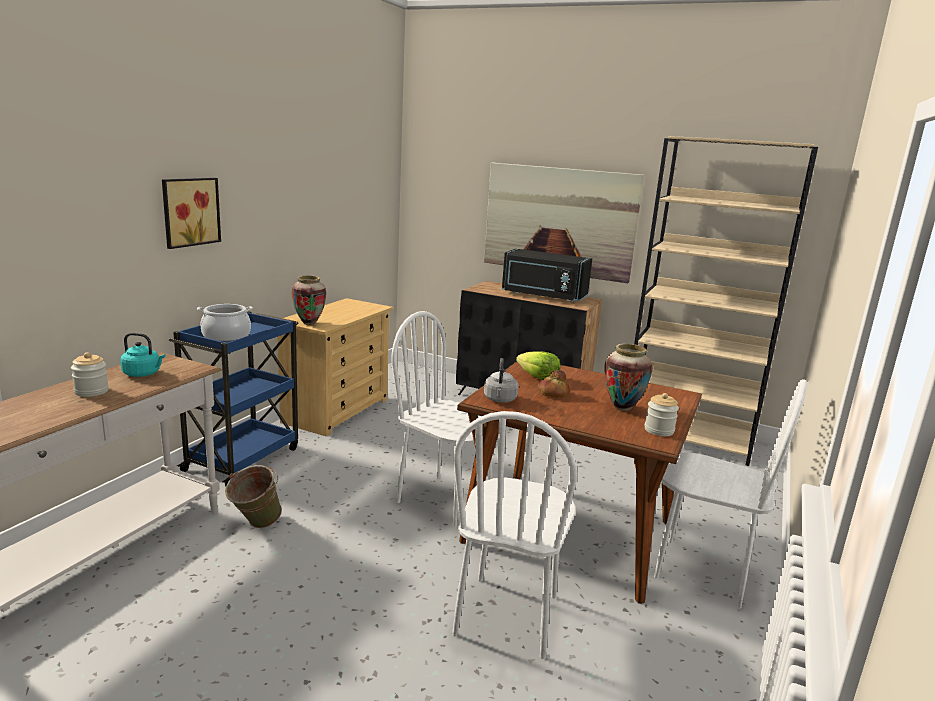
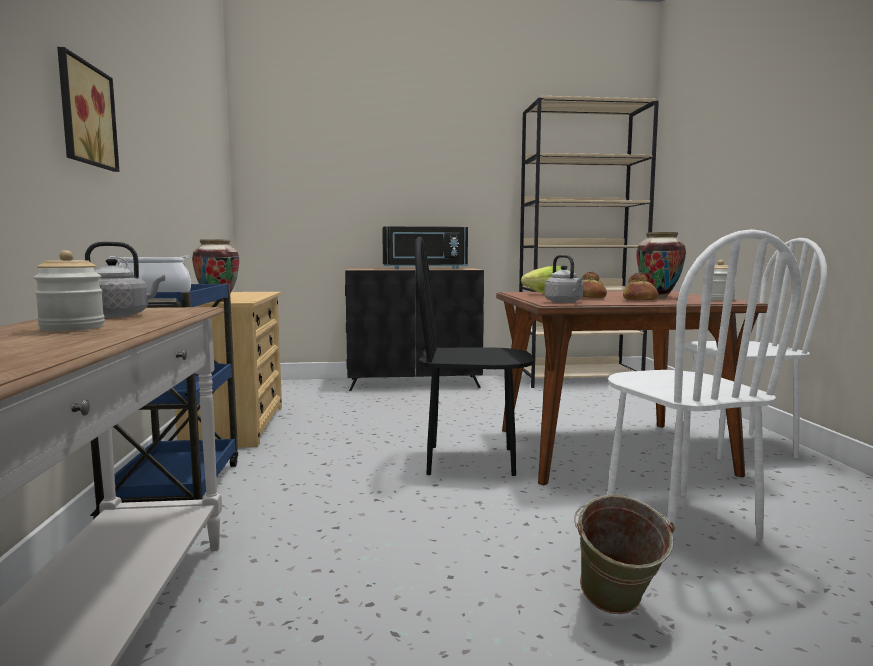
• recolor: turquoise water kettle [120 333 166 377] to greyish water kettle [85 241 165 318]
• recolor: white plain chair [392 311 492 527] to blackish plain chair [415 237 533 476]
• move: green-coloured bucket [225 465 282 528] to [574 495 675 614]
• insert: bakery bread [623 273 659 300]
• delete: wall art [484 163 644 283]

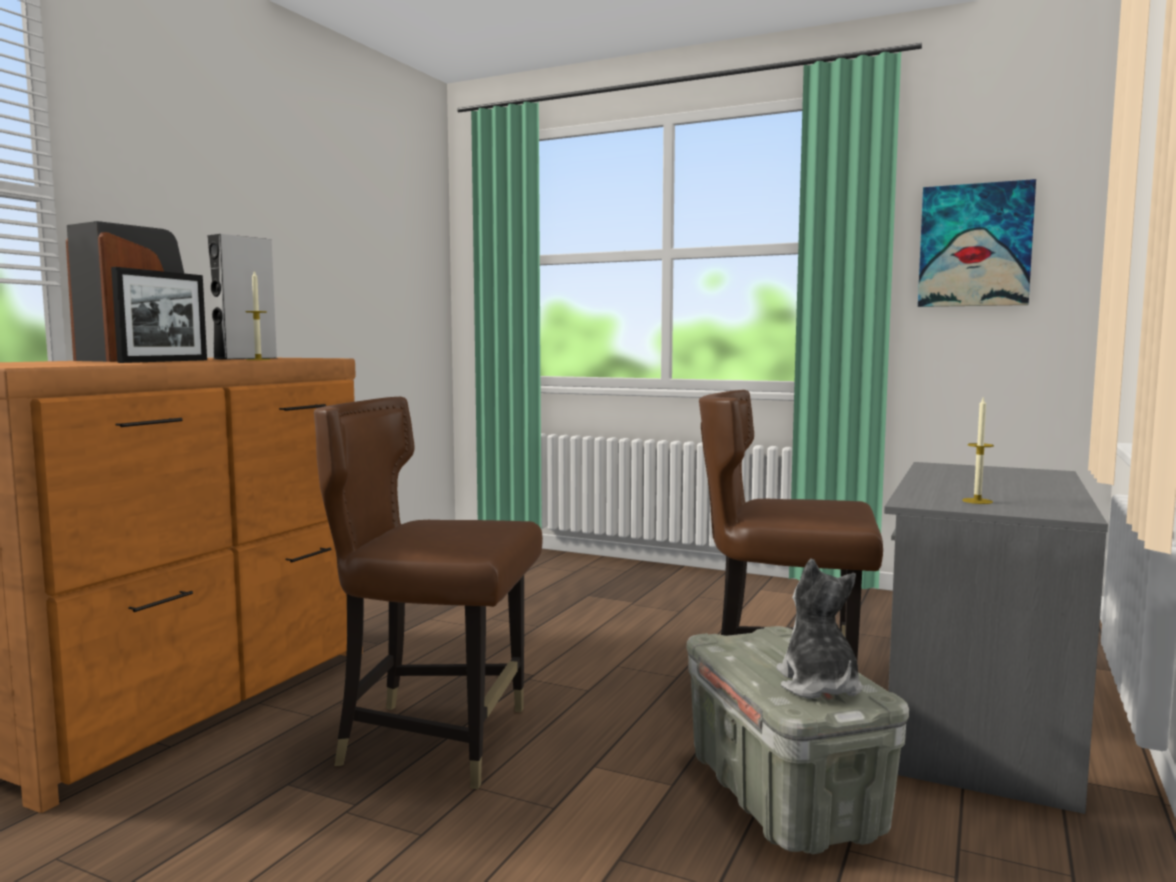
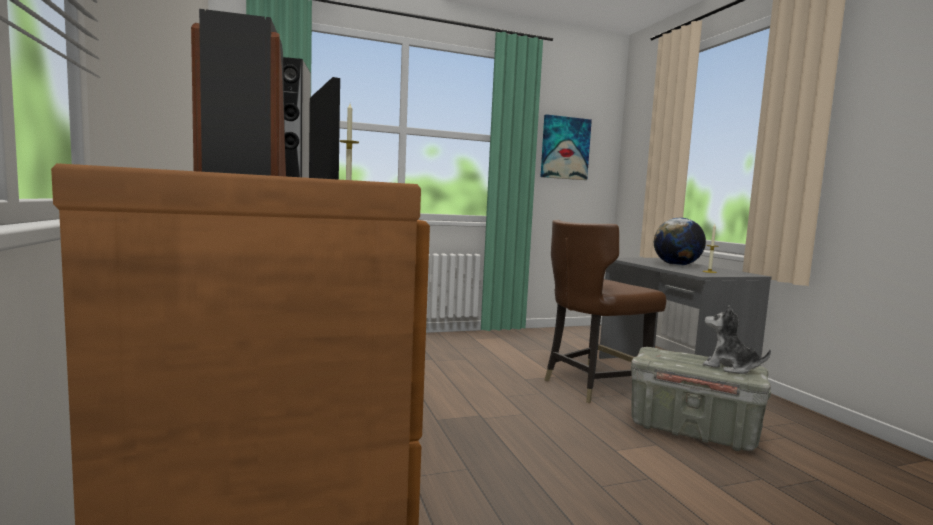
• insert: globe [654 218 706 266]
• delete: brownish plain chair [314 397 543 789]

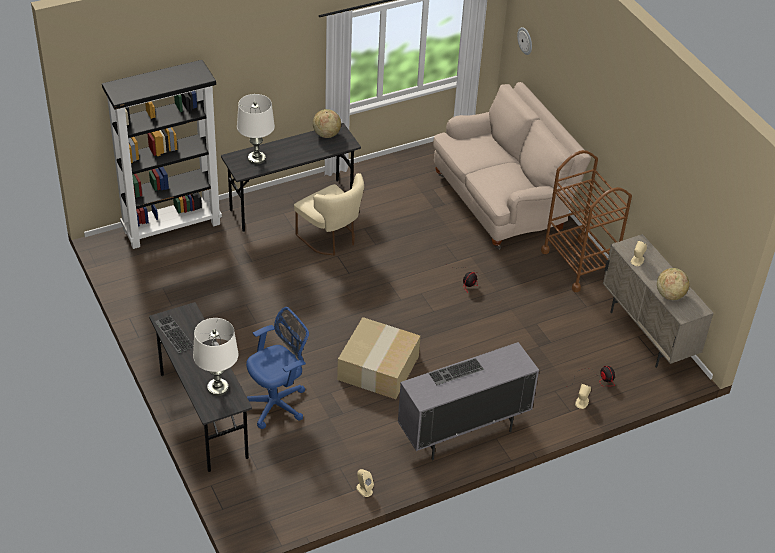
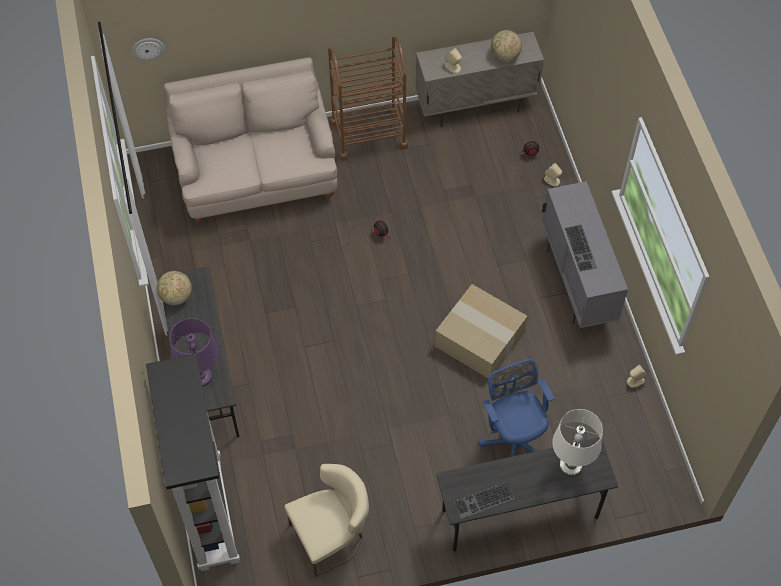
• recolor: white table lamp [237 94 275 165] to purplish table lamp [169 318 218 387]
• move: beige-coloured plain chair [294 173 364 255] to [285 464 369 577]

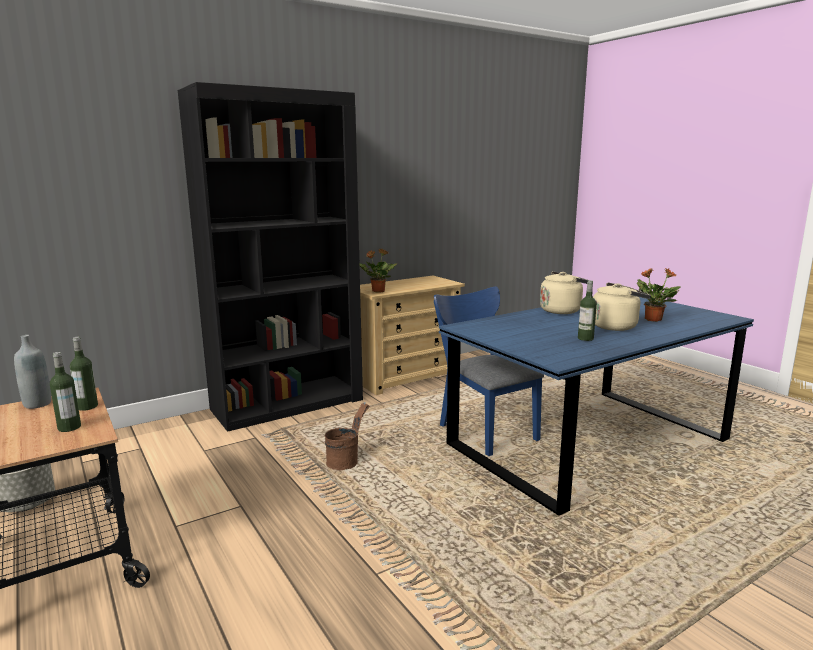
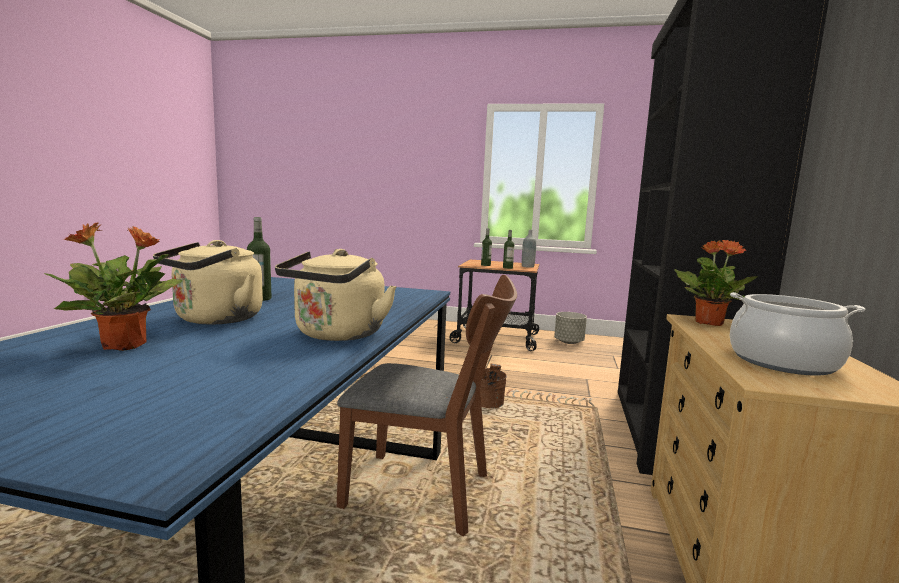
• recolor: blue plain chair [434 286 544 456] to brownish plain chair [337 275 517 536]
• insert: saucepot [730 292 865 376]

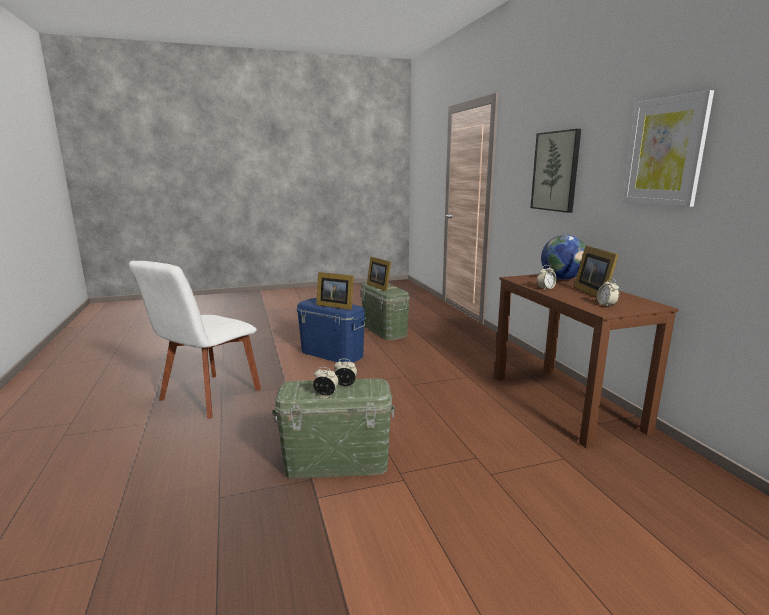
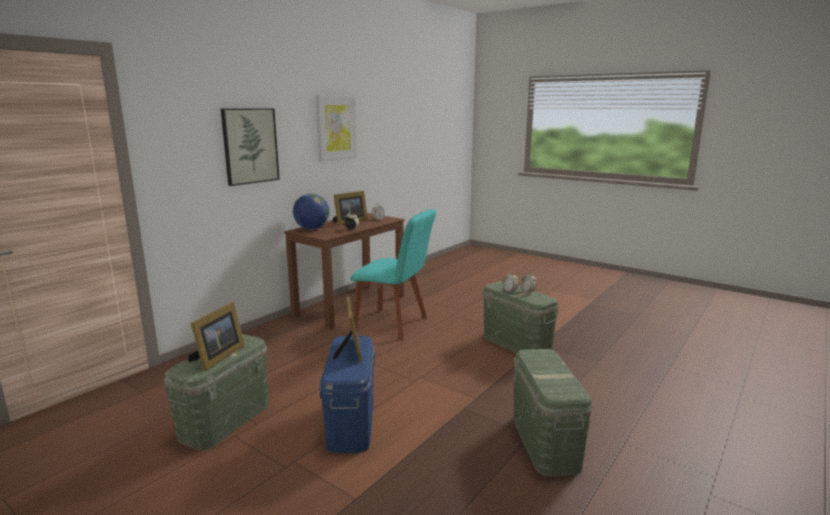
• insert: turquoise plain chair [350 209 436 341]
• replace: white plain chair [129 261 261 419] to green-coloured storage bin [514 349 593 477]

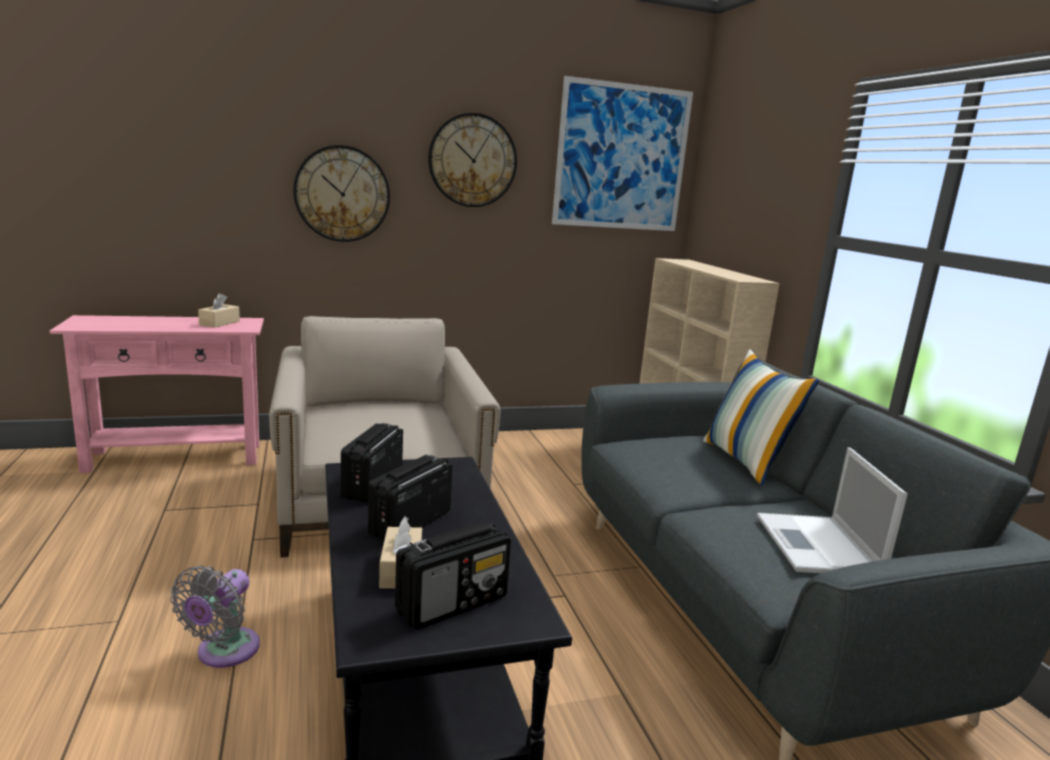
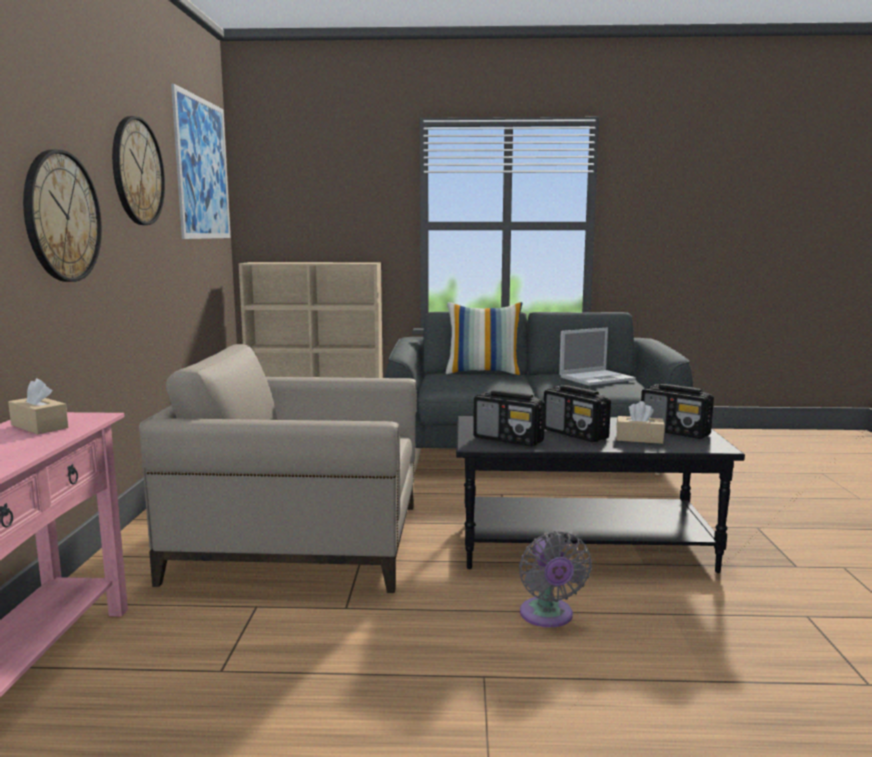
• rotate: greyish electric fan [170 566 260 668] = [519 531 592 628] 45 degrees clockwise
• rotate: laptop [757 447 908 573] = [559 327 636 386] 45 degrees counterclockwise
• rotate: radio receiver [395 522 511 630] = [641 384 714 439] 150 degrees clockwise

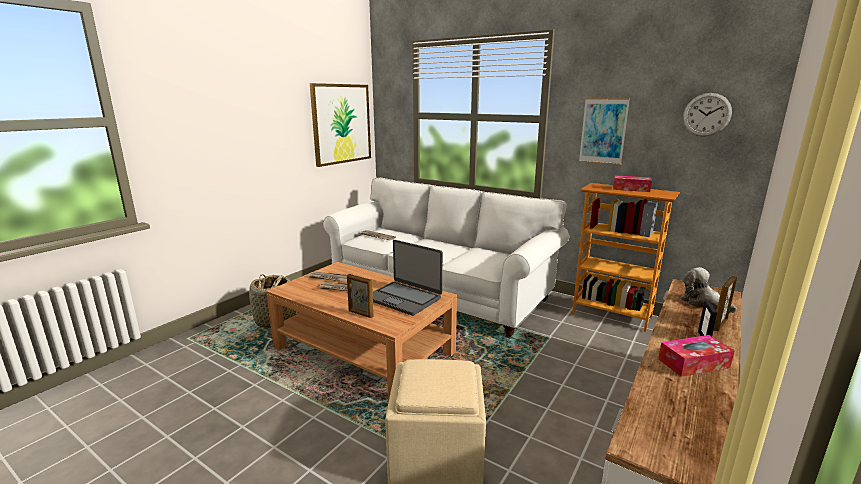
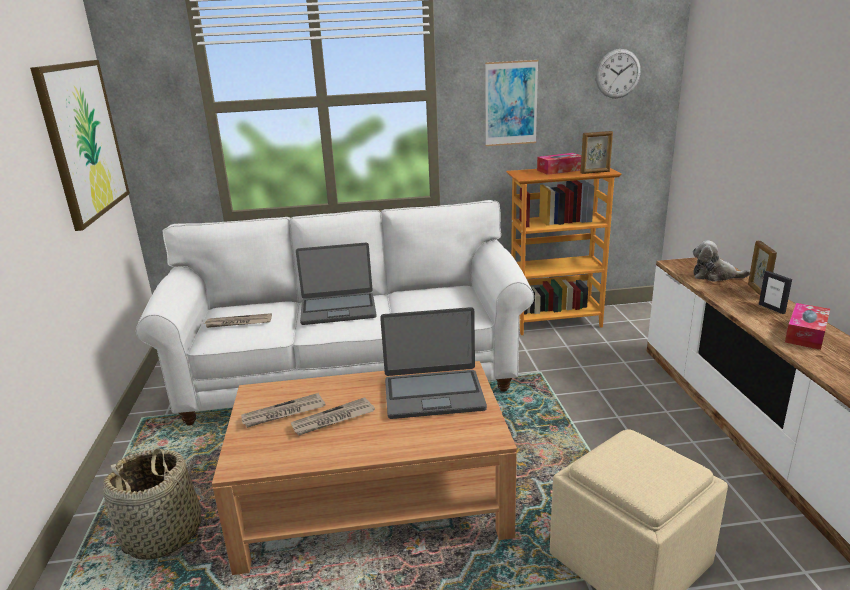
• insert: laptop [296 243 377 325]
• move: picture frame [347 274 374 318] to [580 131 613 174]

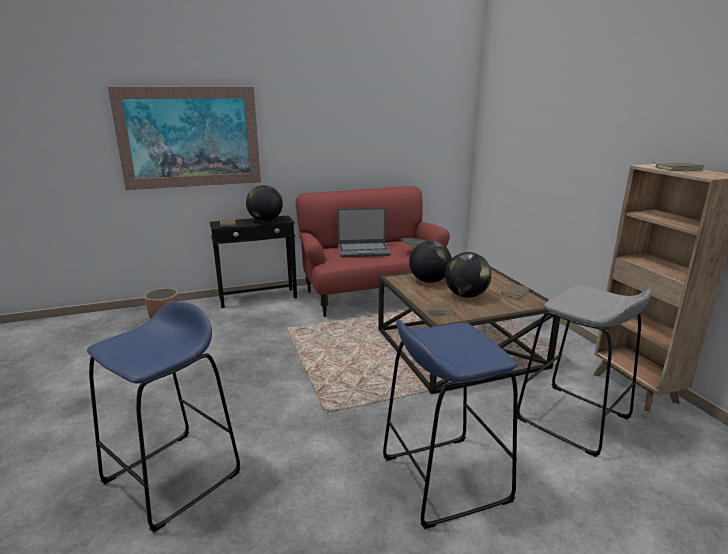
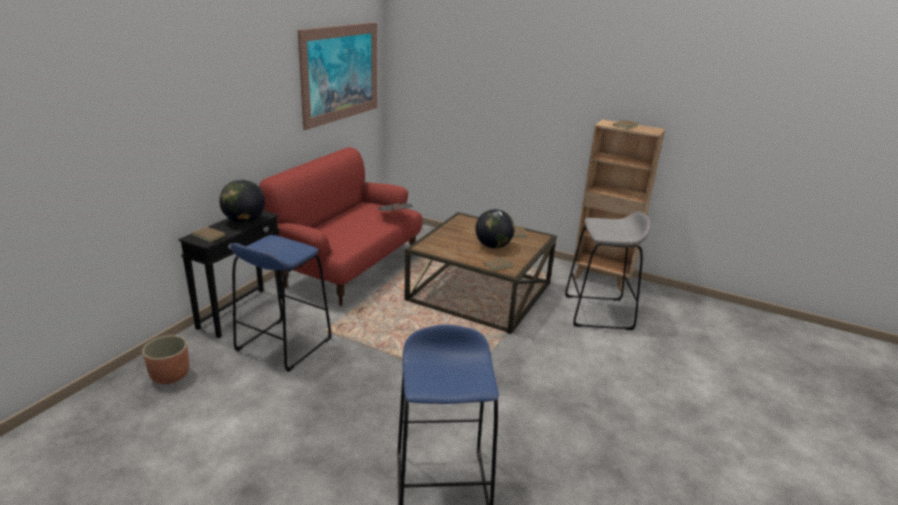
• move: blue stool seat [383 319 518 529] to [231 235 332 372]
• move: wall art [108 87 261 190] to [298 22 377 130]
• delete: laptop [337 207 391 258]
• delete: globe [409 240 452 283]

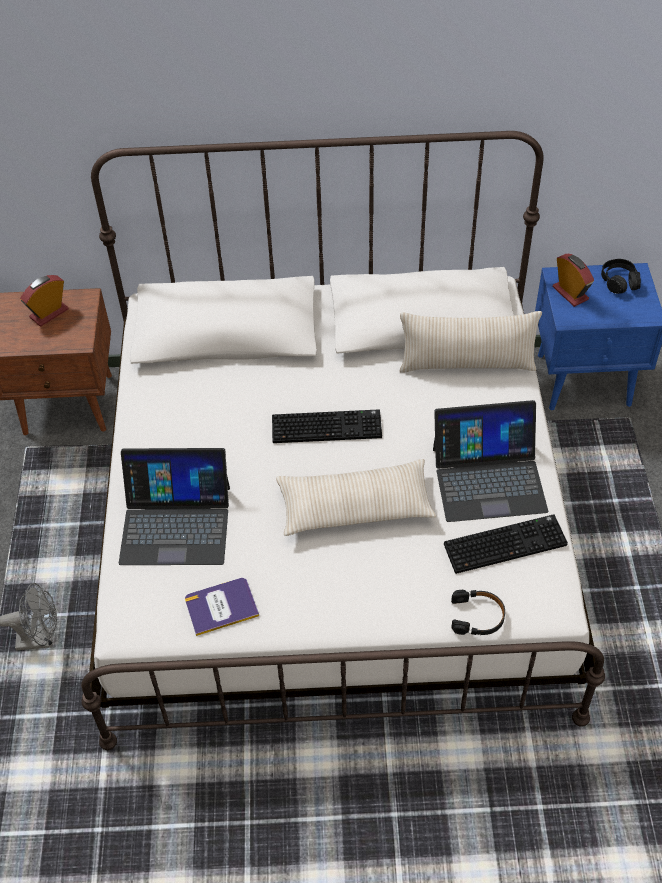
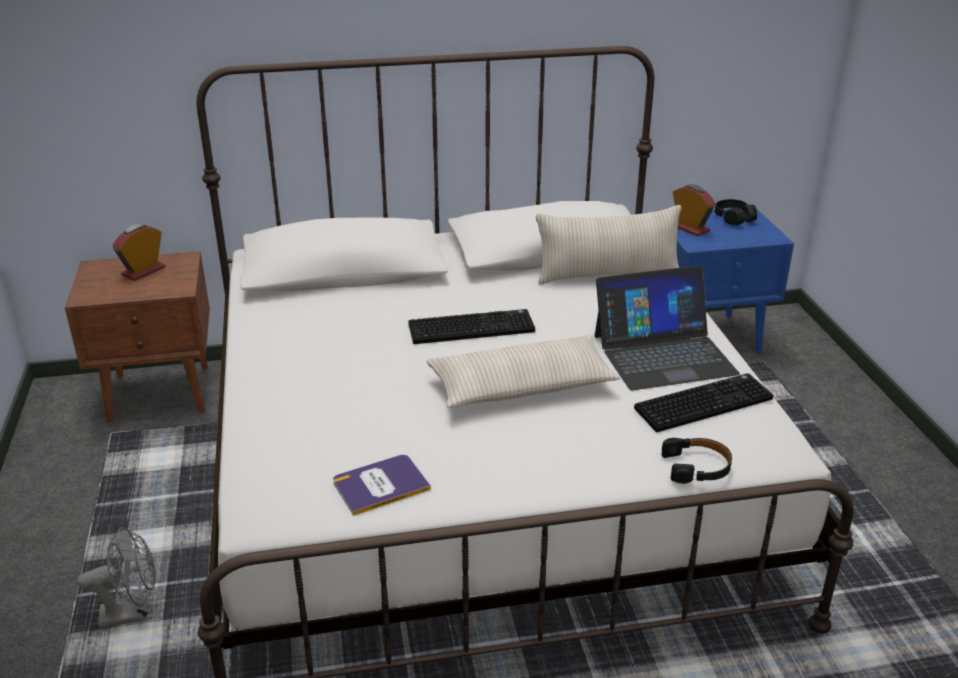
• delete: laptop [119 448 230 565]

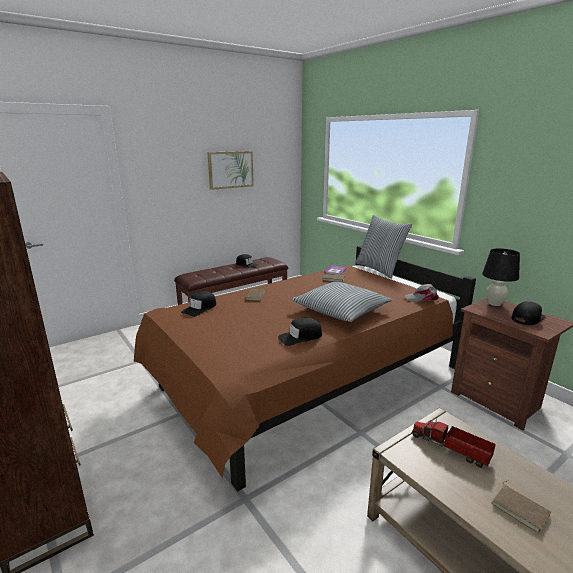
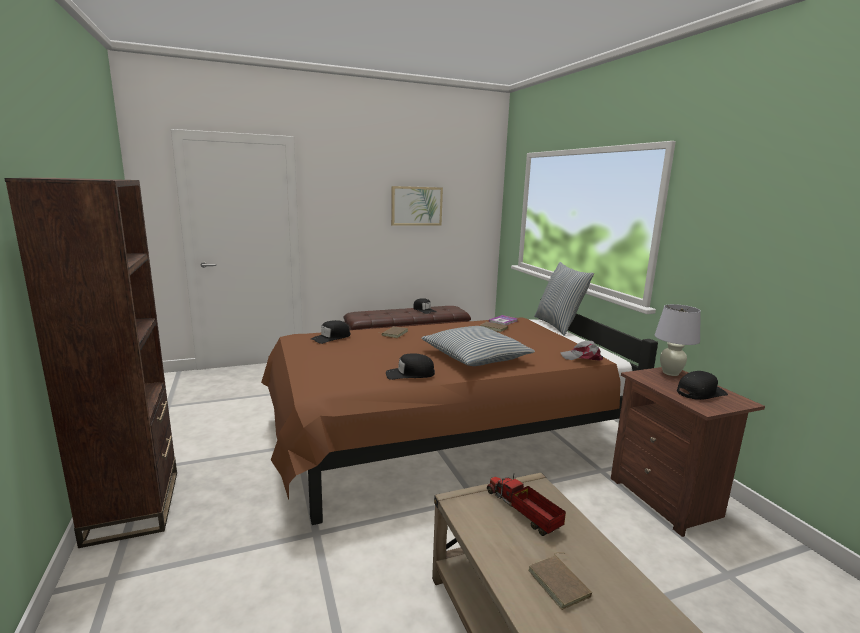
• recolor: blackish table lamp [482 248 520 306] to white table lamp [655 304 701 376]

